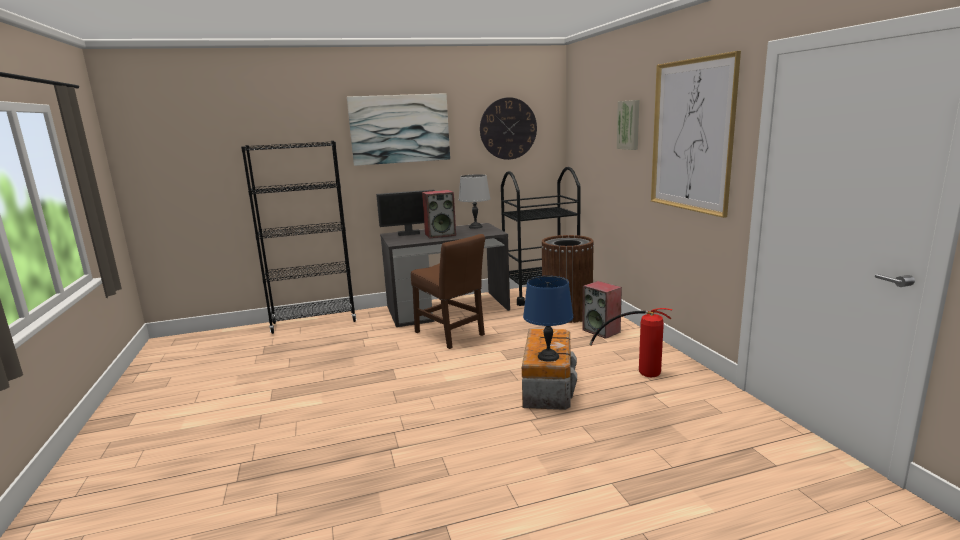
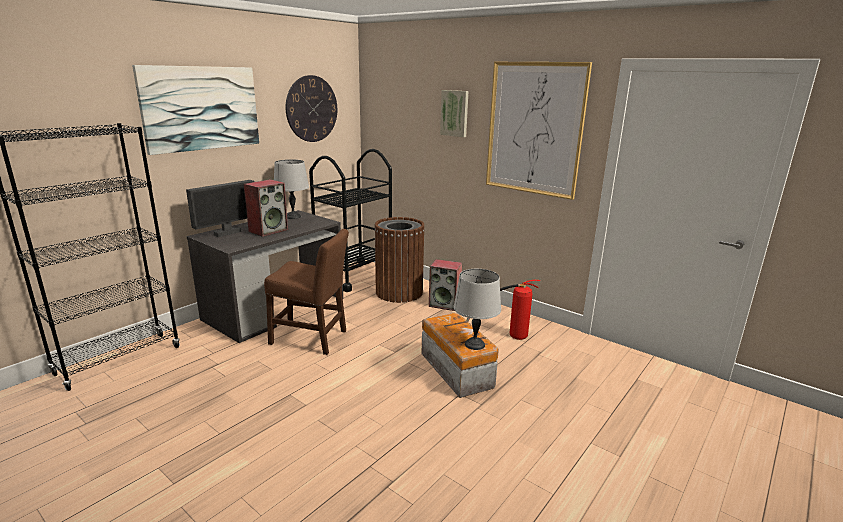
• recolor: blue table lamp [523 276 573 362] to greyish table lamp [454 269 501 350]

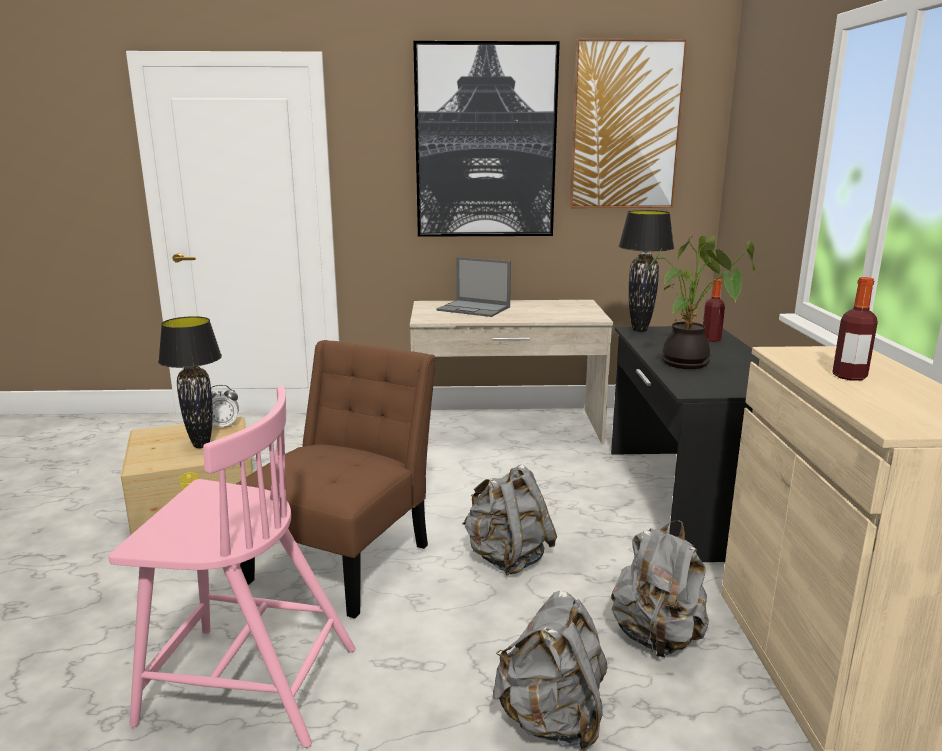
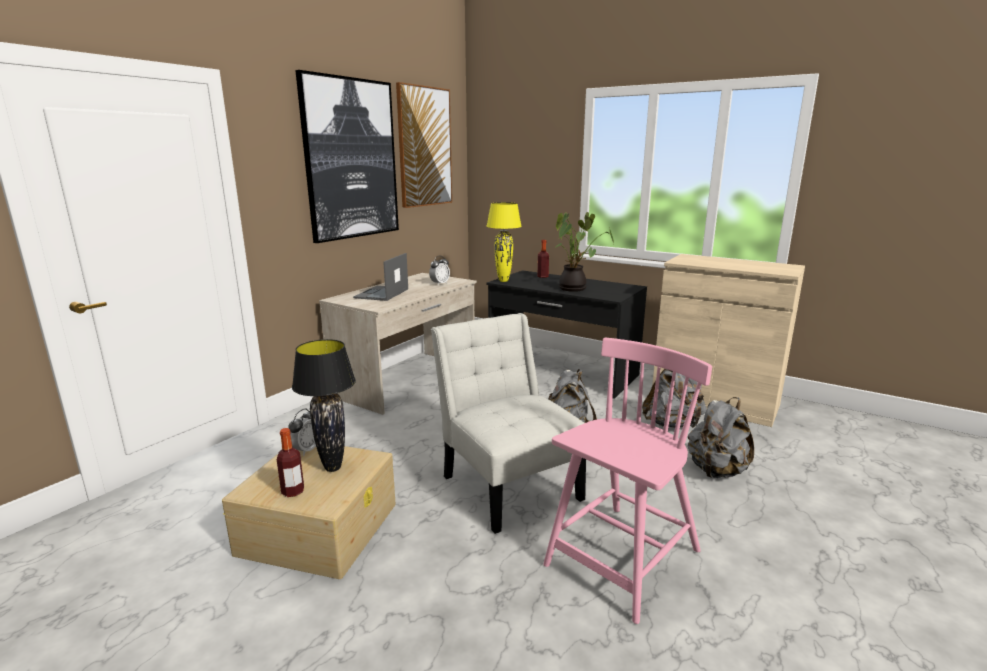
• move: bottle [832 277 878 381] to [277 428 304 497]
• rotate: laptop [437 257 511 317] = [353 253 408 301] 135 degrees clockwise
• insert: alarm clock [429 256 450 285]
• recolor: brownish plain chair [236 340 436 619] to white plain chair [431 313 586 534]
• recolor: blackish table lamp [619 210 674 332] to yellow table lamp [486 202 522 282]

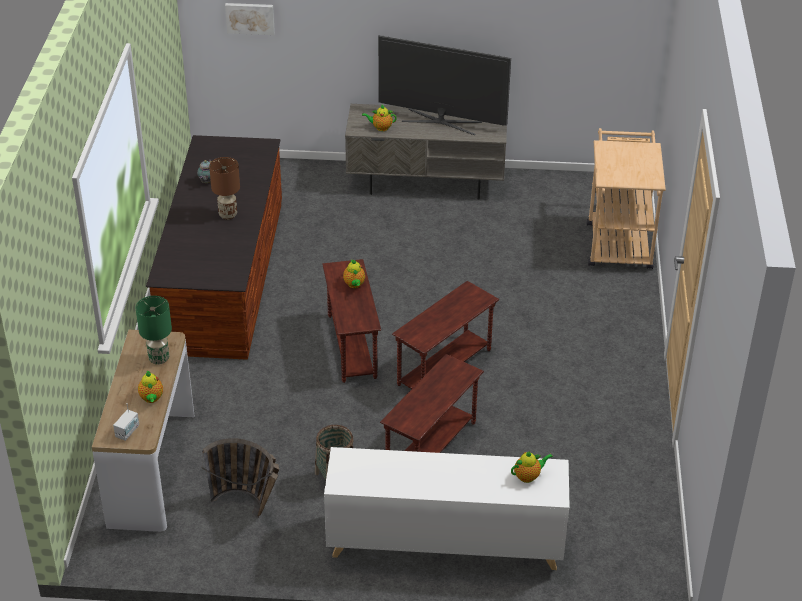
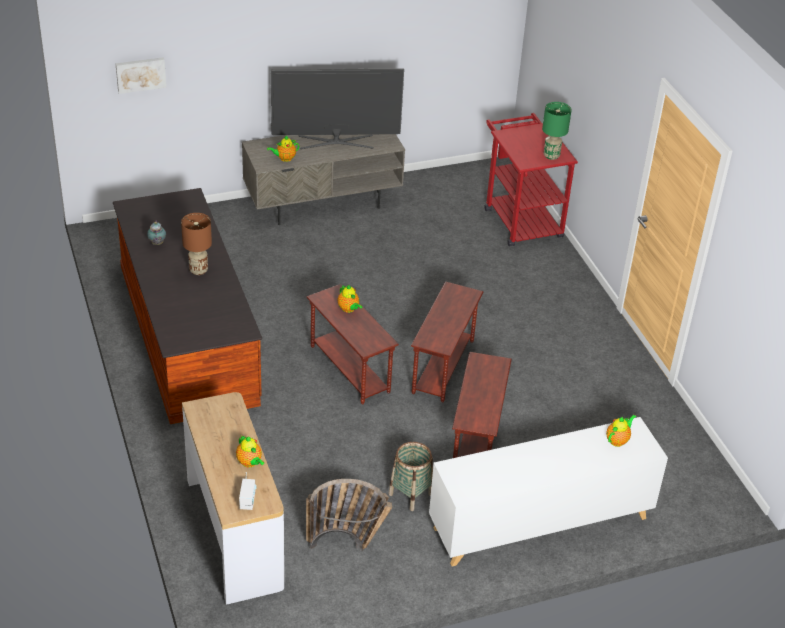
• recolor: beige-coloured wheeled cart [587 128 666 269] to reddish wheeled cart [484 113 578 246]
• move: green-coloured table lamp [136 296 172 365] to [542 102 572 160]

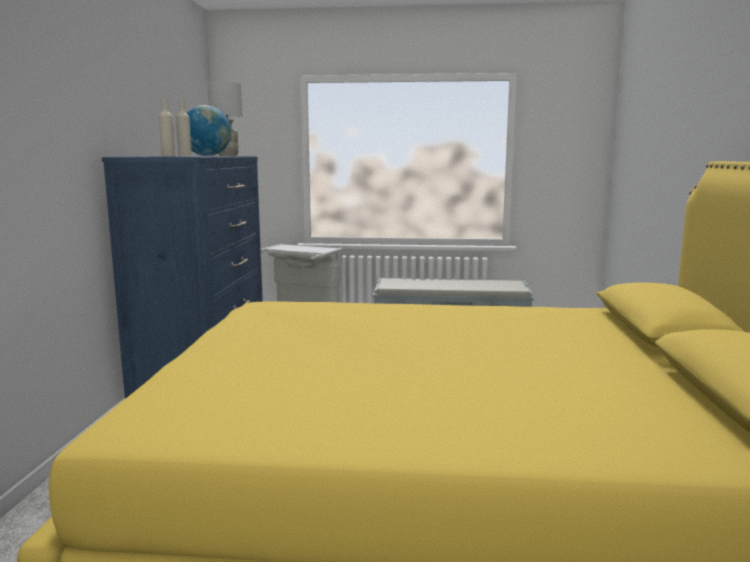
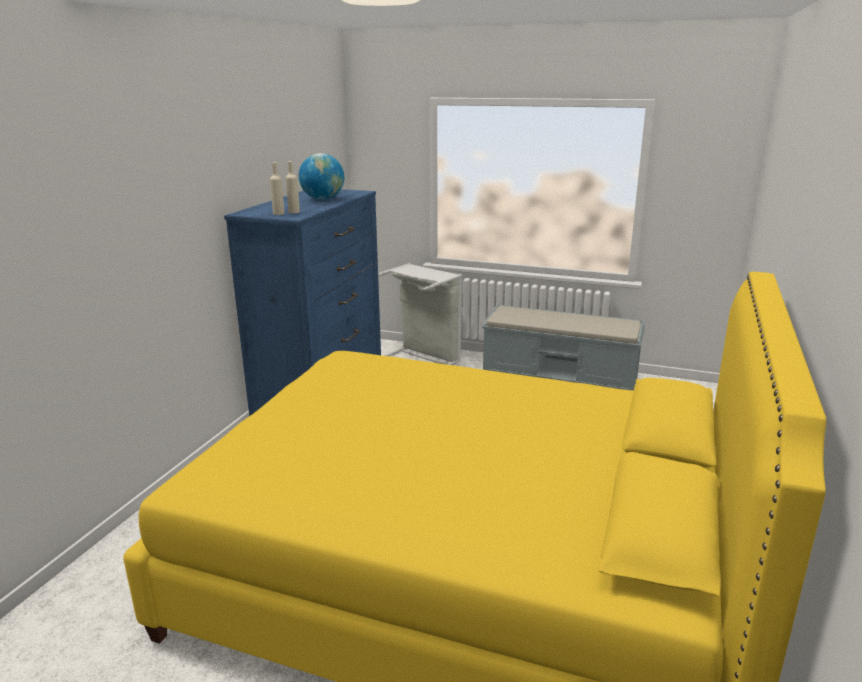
• delete: greyish table lamp [208 82 243 156]

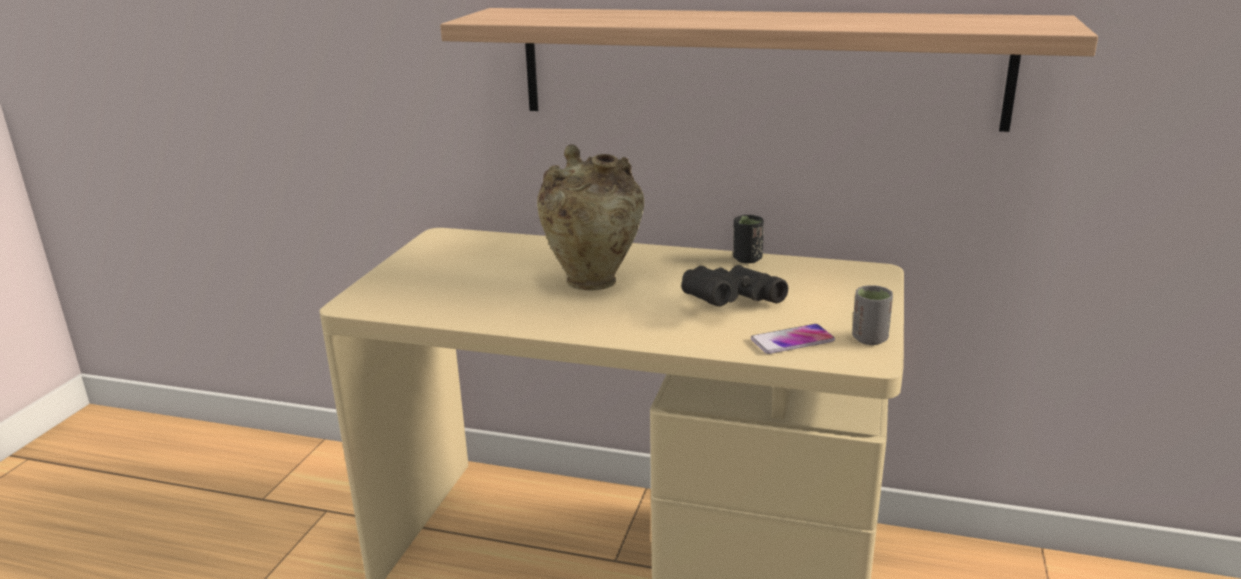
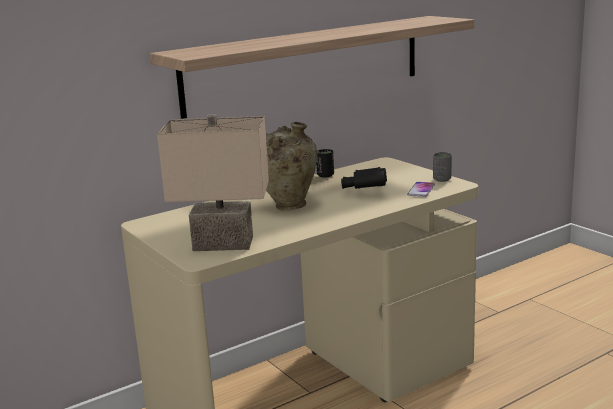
• insert: beige-coloured table lamp [157 114 269 251]

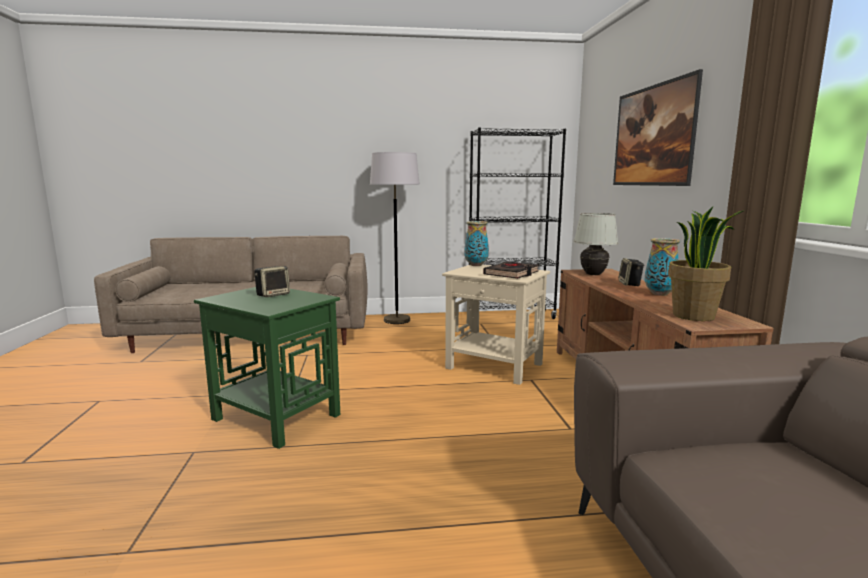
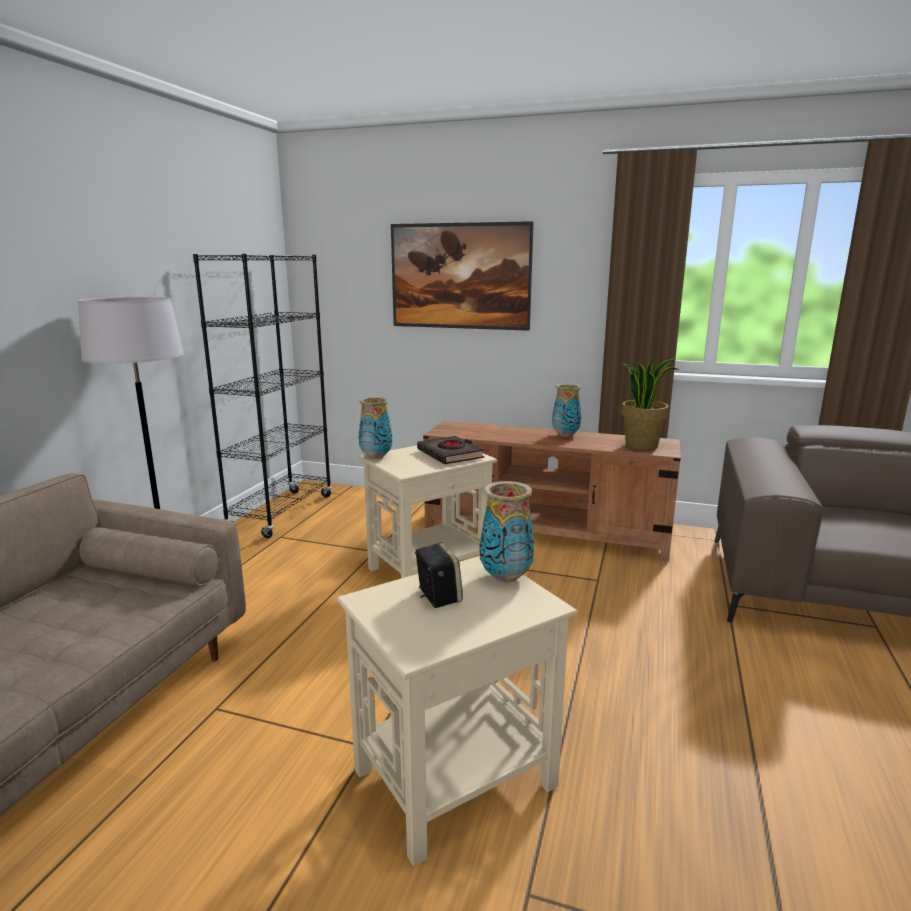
• recolor: green-coloured side table [194 287 340 449] to beige-coloured side table [337 556 577 867]
• insert: flower vase [480 481 534 583]
• delete: white table lamp [574 213 618 275]
• delete: loudspeaker [618 258 644 286]

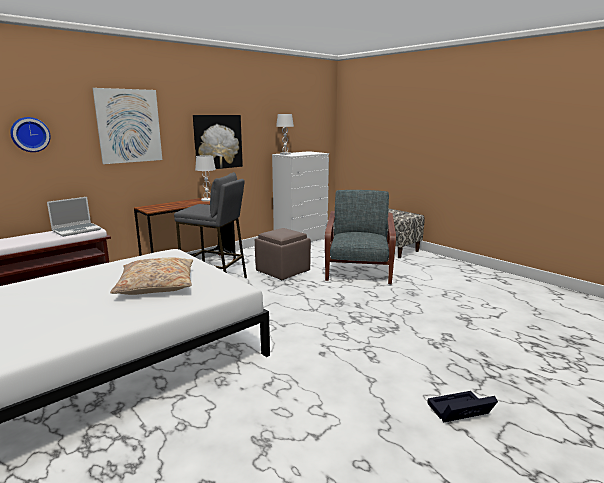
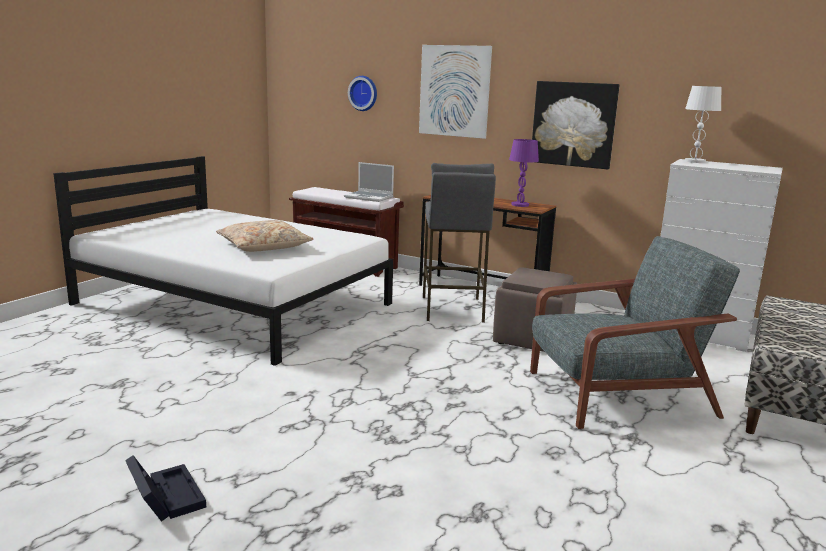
• recolor: white table lamp [195 155 216 202] to purplish table lamp [509 139 539 207]

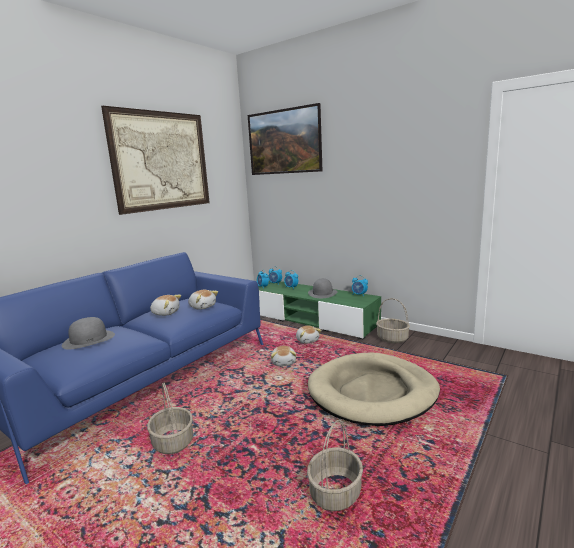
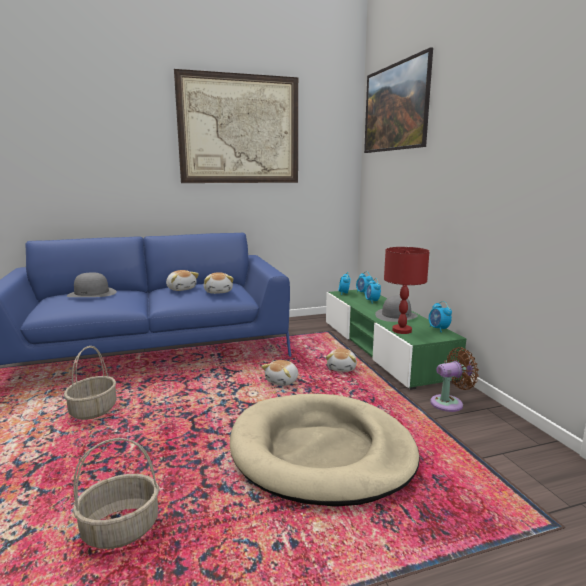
• insert: reddish table lamp [384 247 430 334]
• replace: storage basket [376 298 410 343] to brownish electric fan [430 347 479 412]

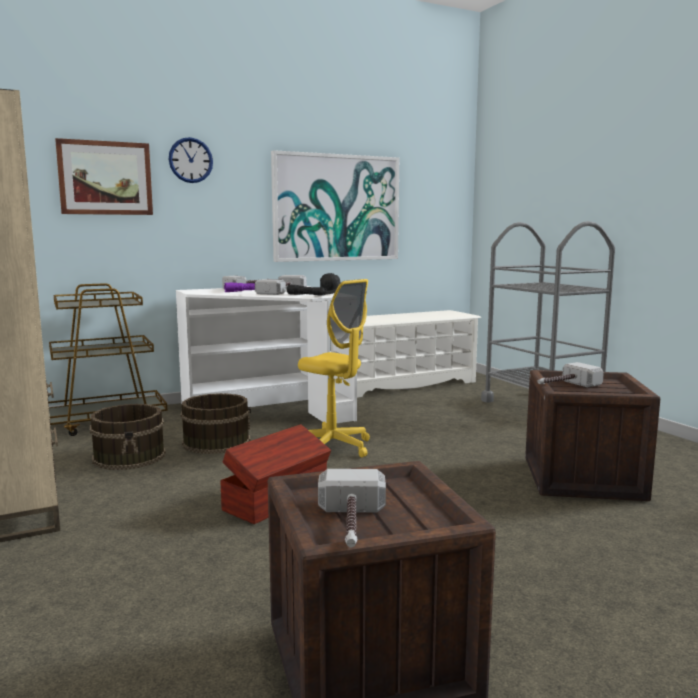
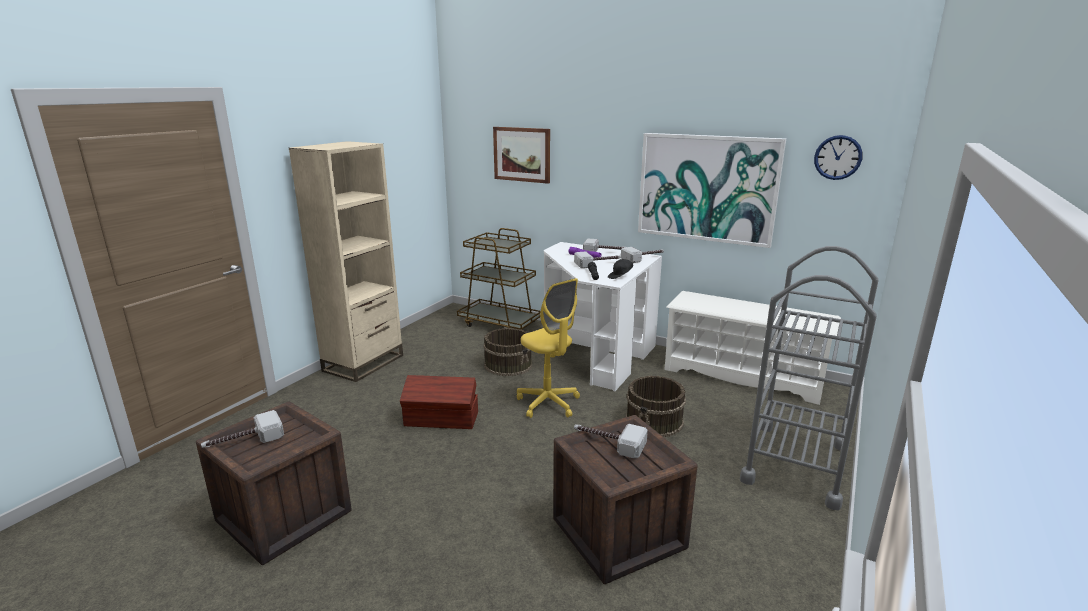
• rotate: yellow desk chair [298 279 370 458] = [517 278 580 418] 45 degrees counterclockwise
• move: brownish bucket [90 404 166 470] to [626 376 686 437]
• move: wall clock [168 137 213 183] to [814 135 863 180]

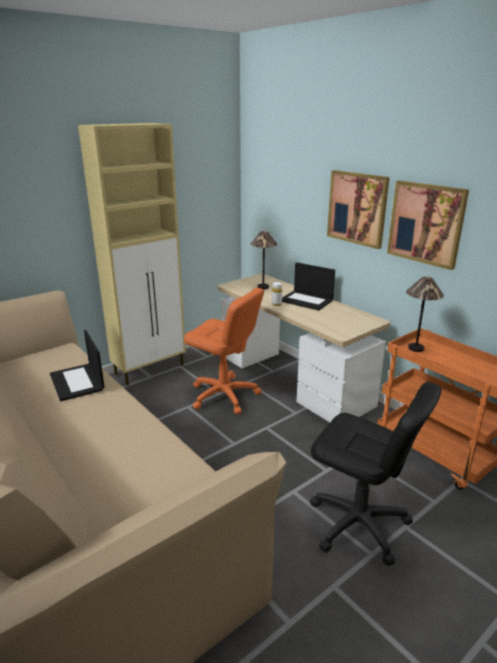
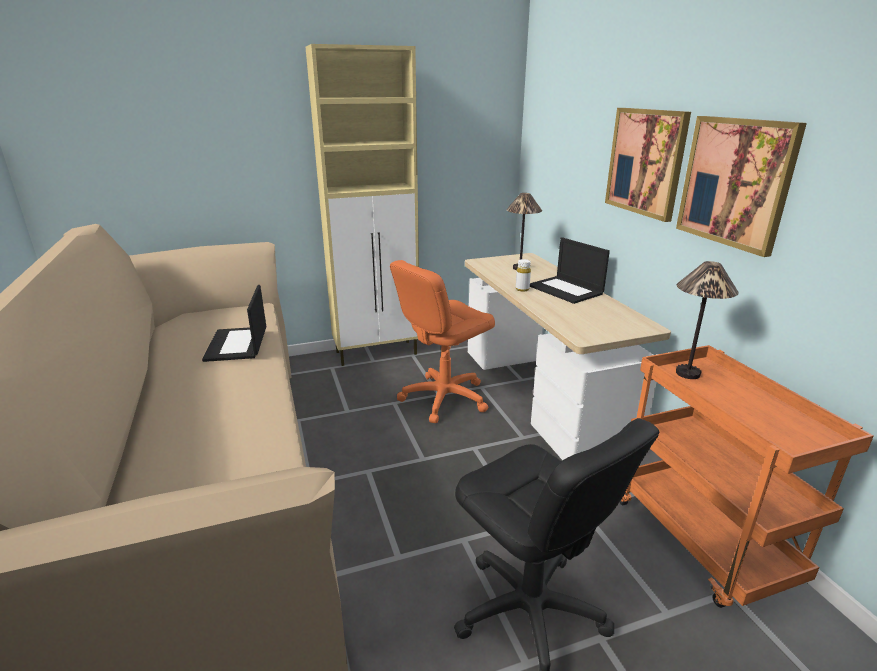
• rotate: orange-coloured desk chair [184 288 264 414] = [390 260 495 423] 90 degrees clockwise

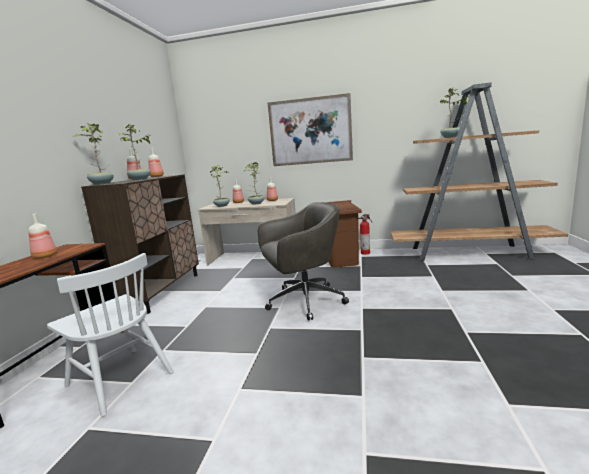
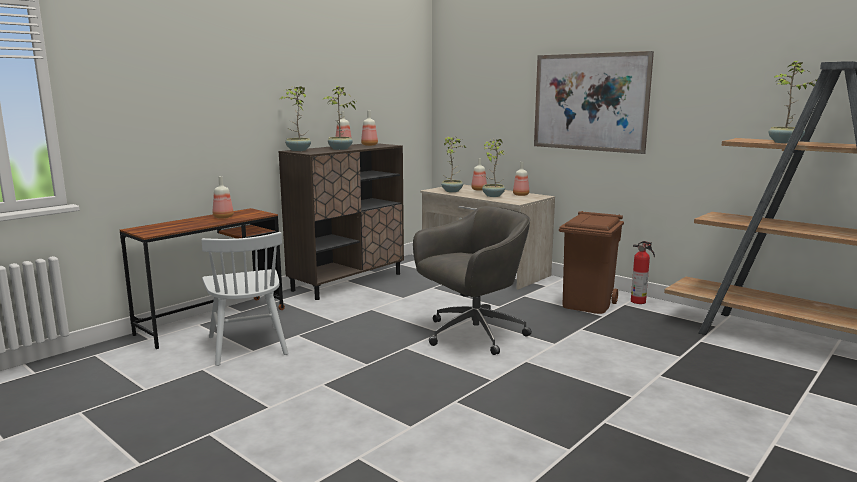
• rotate: greyish desk chair [258 202 349 321] = [413 206 532 355] 45 degrees counterclockwise

